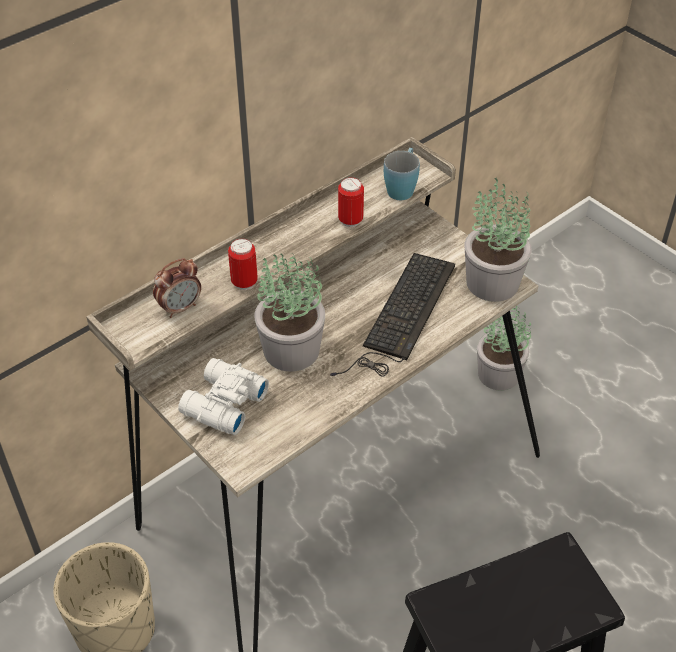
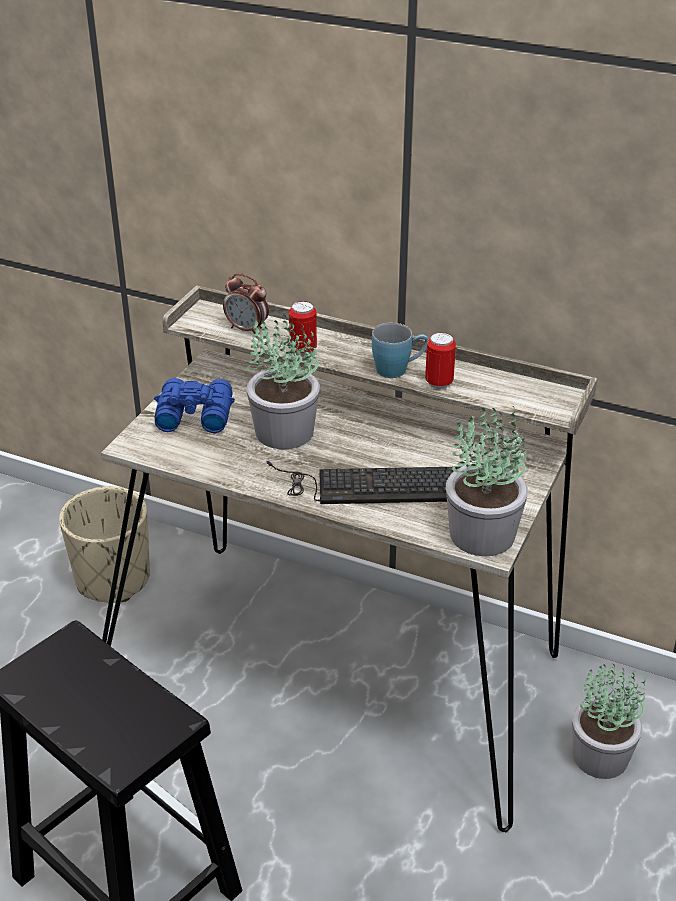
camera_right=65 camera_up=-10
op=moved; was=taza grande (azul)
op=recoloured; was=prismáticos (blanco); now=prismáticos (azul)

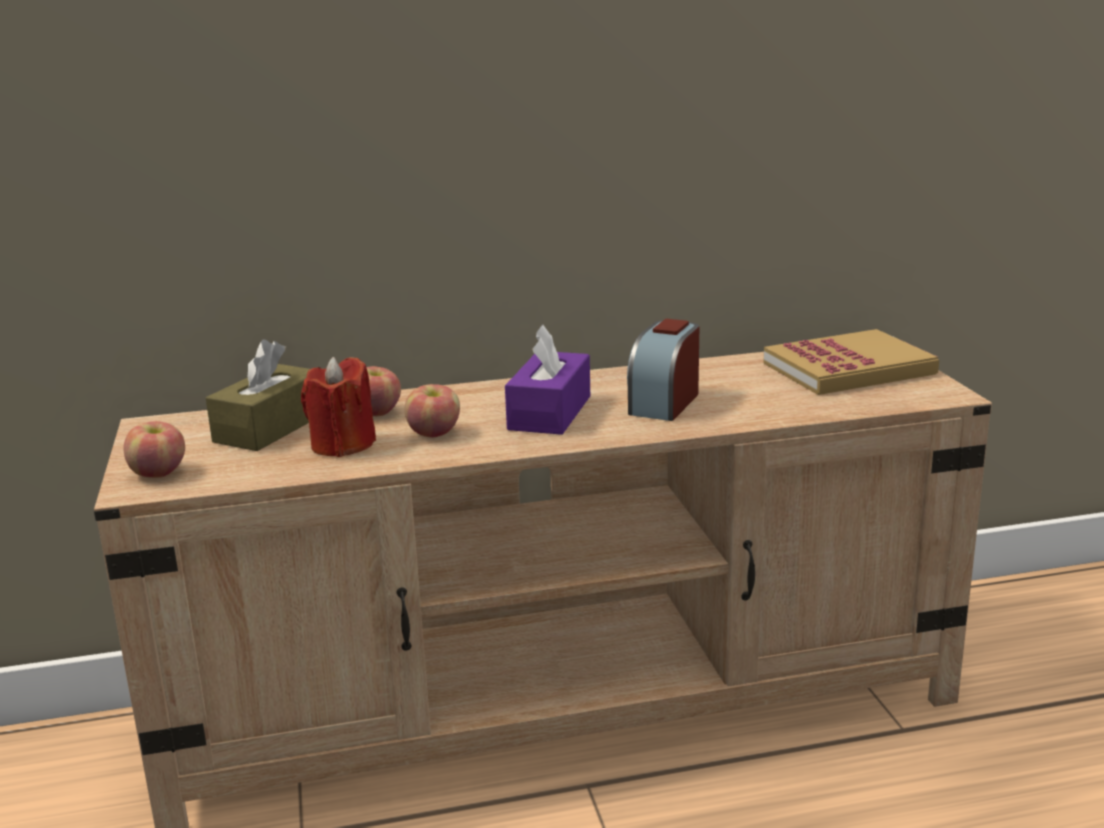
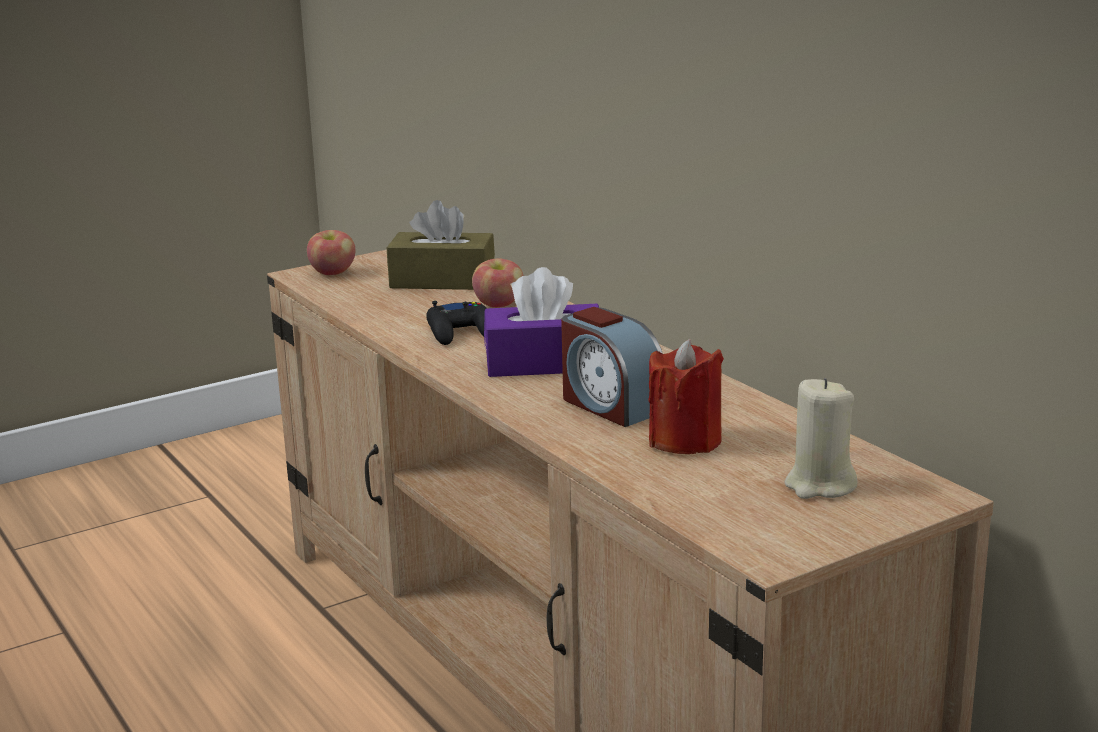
camera_right=70 camera_up=0
op=moved; was=vela (rojo)
op=replaced; was=manzana (3rd from left); now=mando de consola (negro)
op=replaced; was=libro; now=vela (beis)
op=turned; was=despertador; clockwise=-135

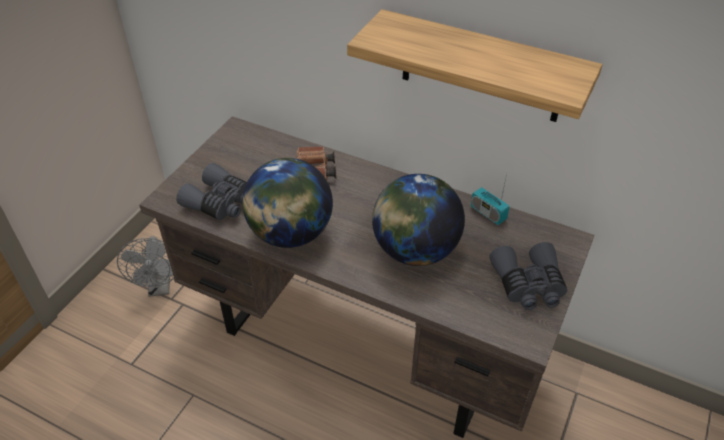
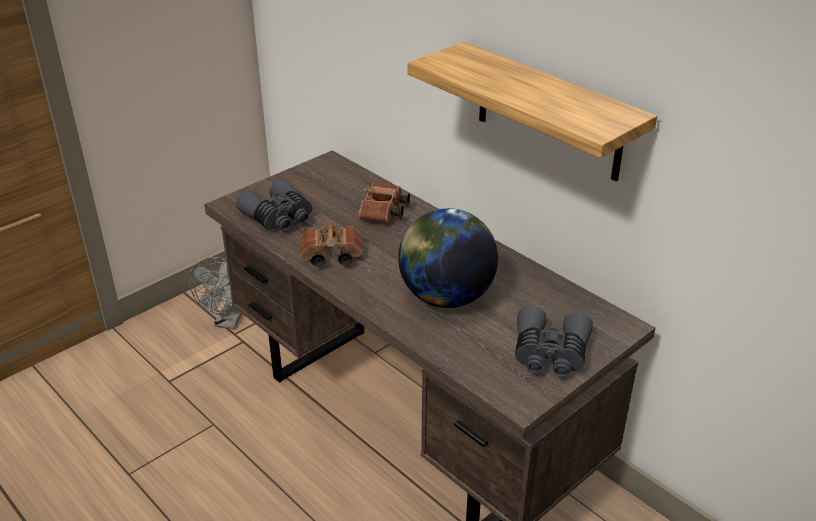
camera_right=20 camera_up=-10
op=removed; was=radio
op=replaced; was=globo terráqueo (1st from left); now=prismáticos (marrón) (1st from left)

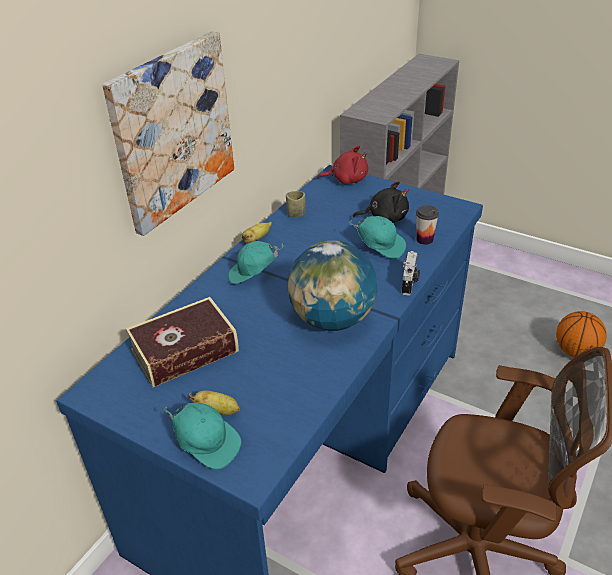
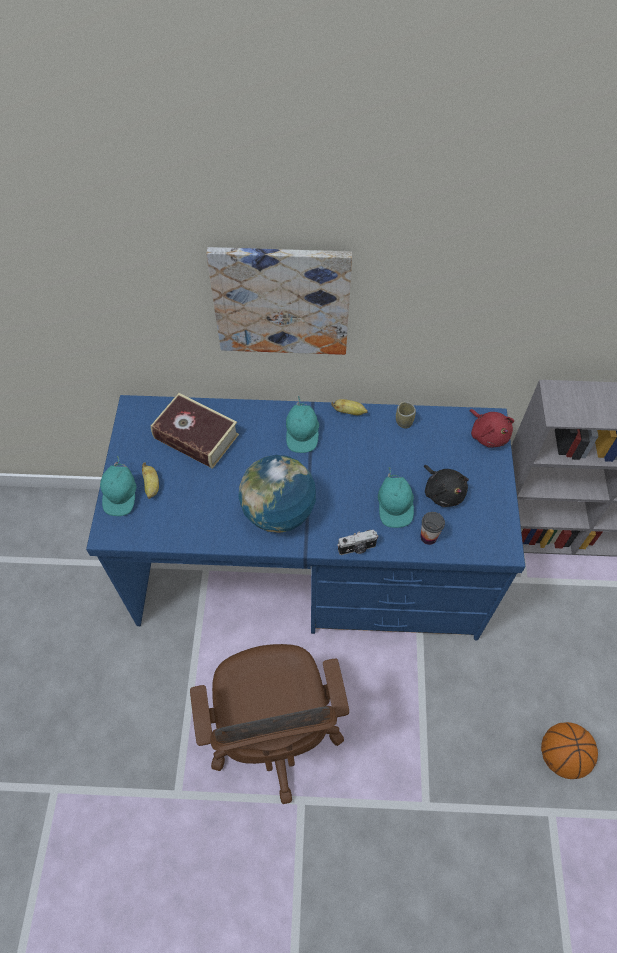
camera_right=60 camera_up=20
op=turned; was=gorra (turquesa) (2nd from left); clockwise=-135

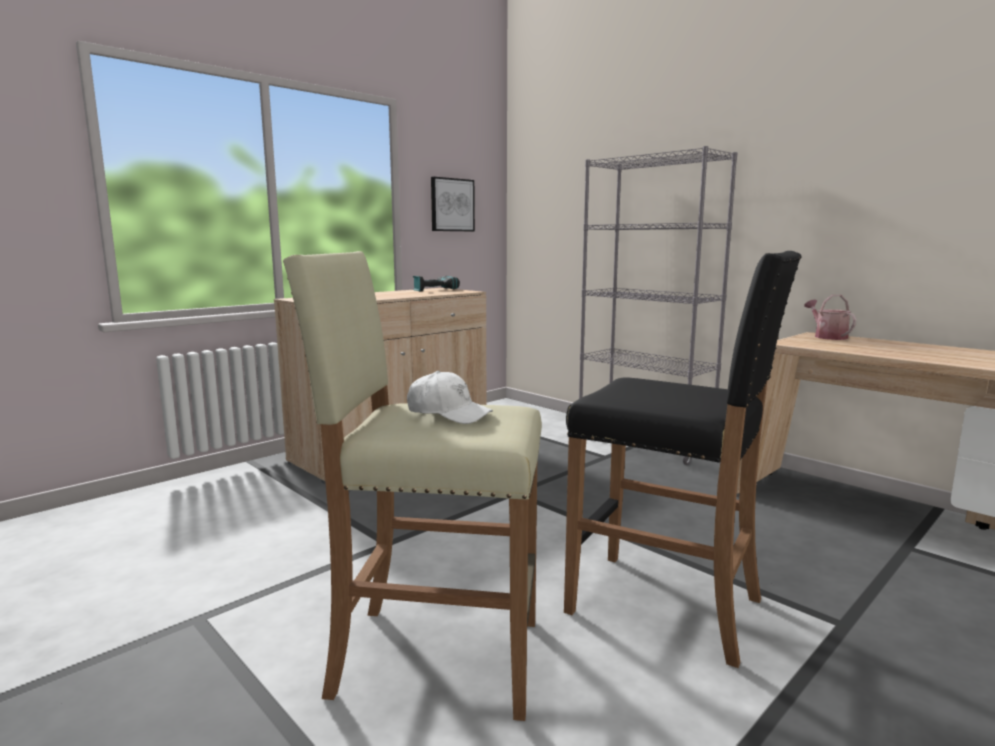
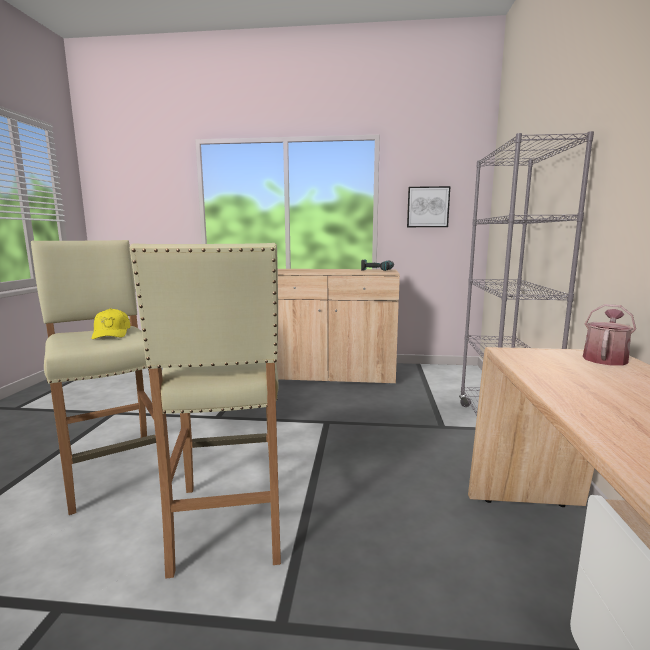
camera_right=50 camera_up=0
op=recoloured; was=gorra (blanco); now=gorra (amarillo)
op=recoloured; was=taburete (negro); now=taburete (beis) (2nd from left)

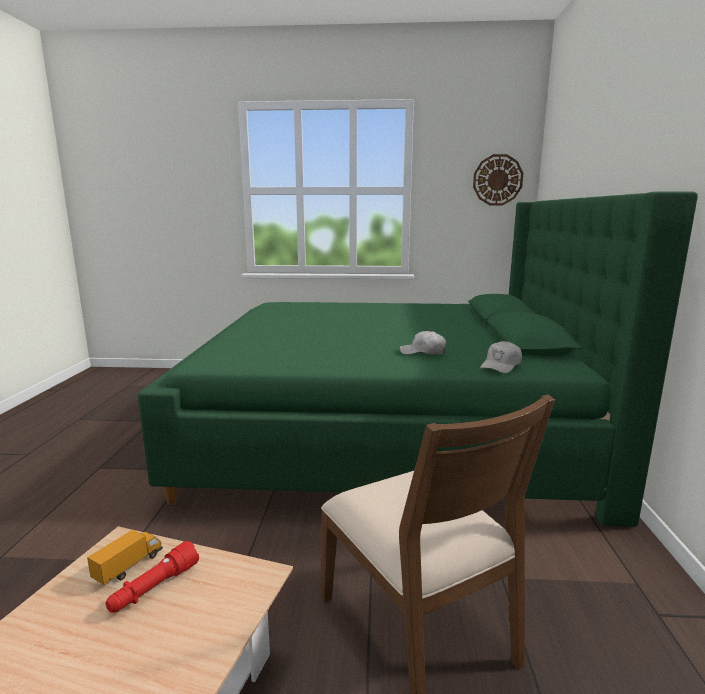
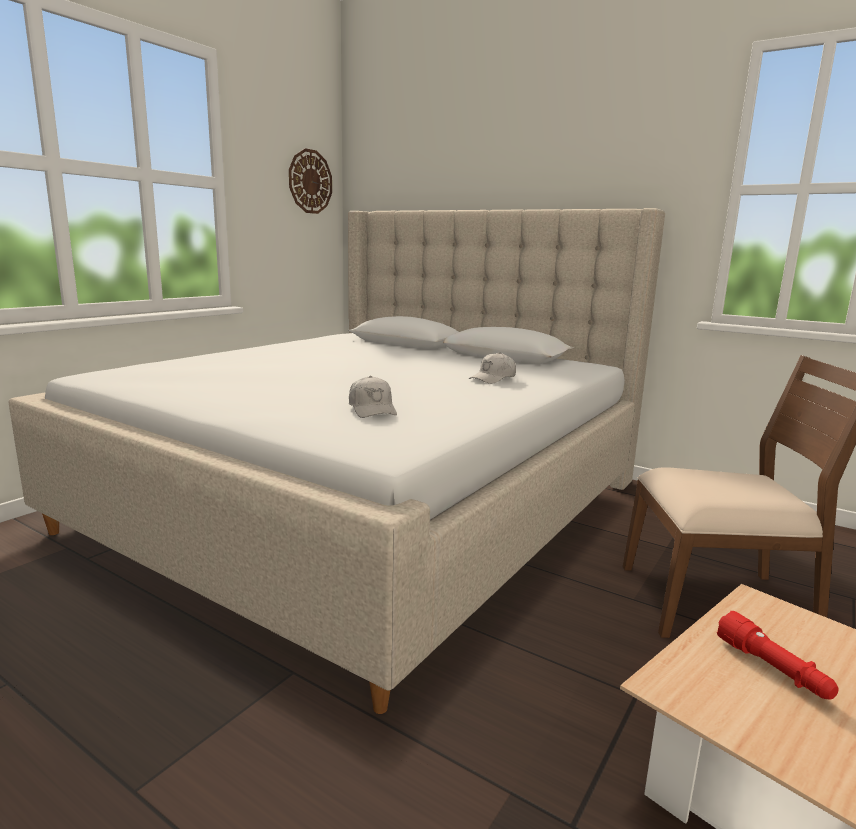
camera_right=-60 camera_up=0
op=removed; was=camión de juguete
op=moved; was=gorra (blanco) (2nd from left in the first image); now=gorra (blanco) (1st from left)
op=recoloured; was=cama (verde); now=cama (beis)

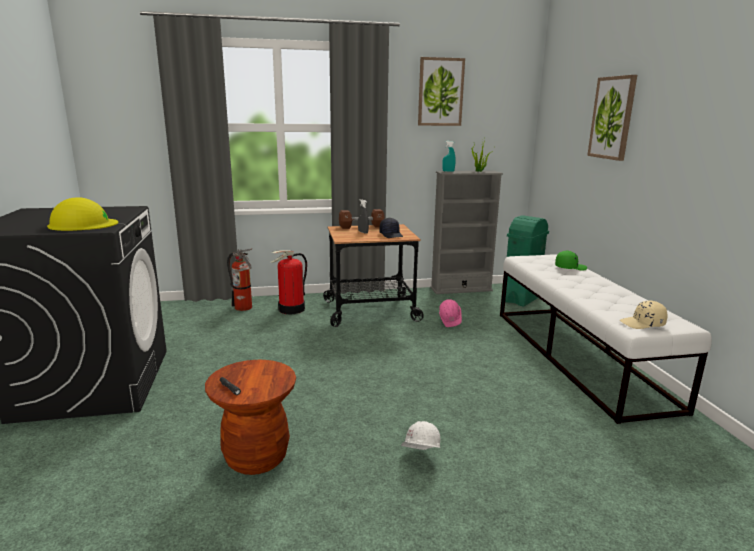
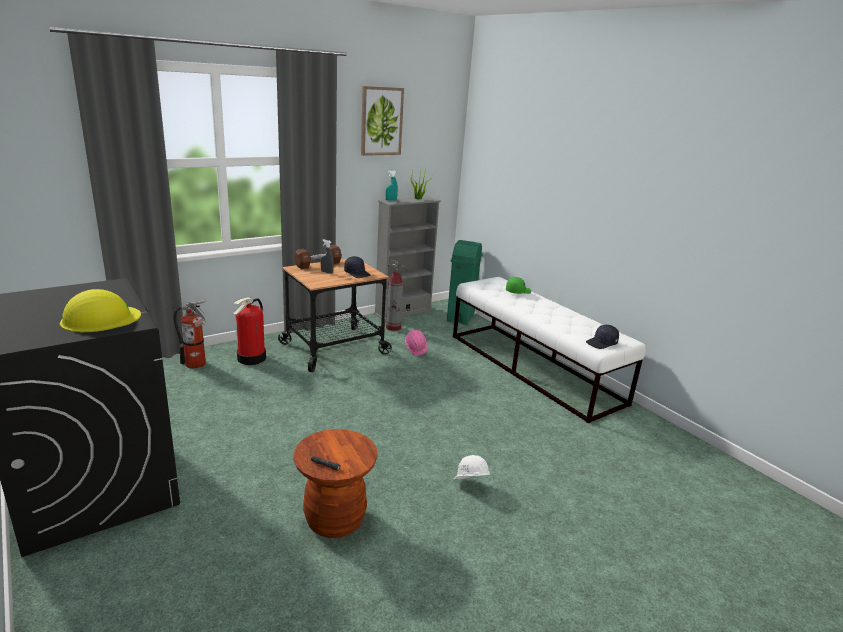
camera_right=-25 camera_up=5
op=removed; was=cuadro (2nd from left)
op=added; now=extintor (3rd from left)
op=recoloured; was=gorra (beis); now=gorra (negro) (2nd from left)

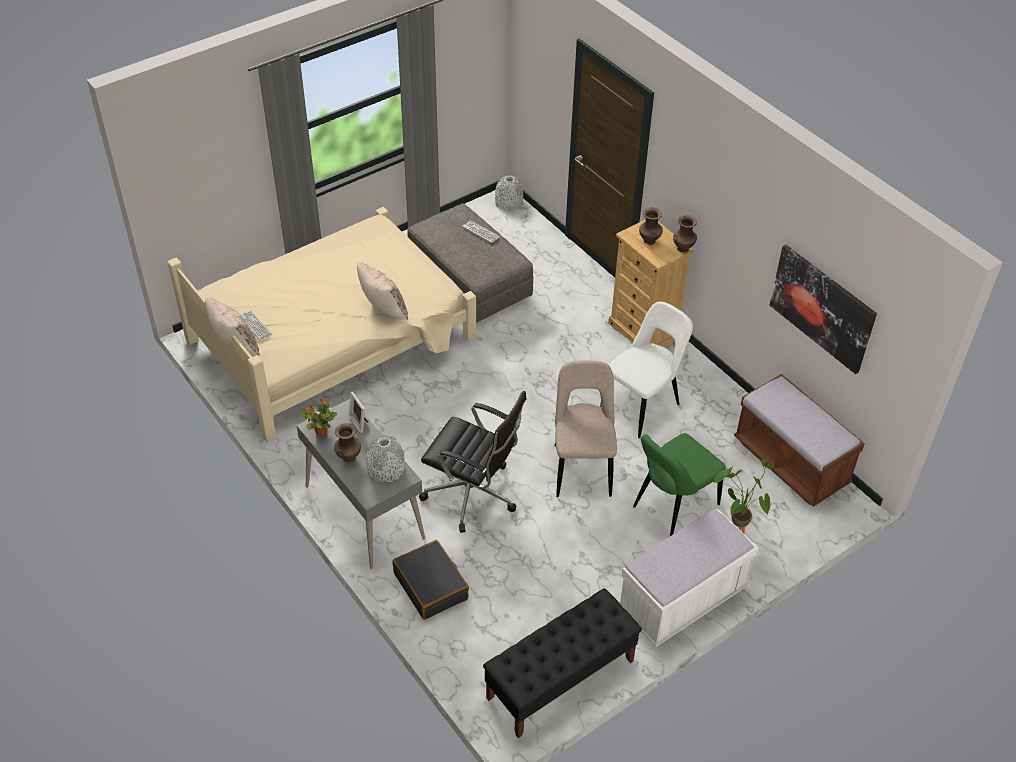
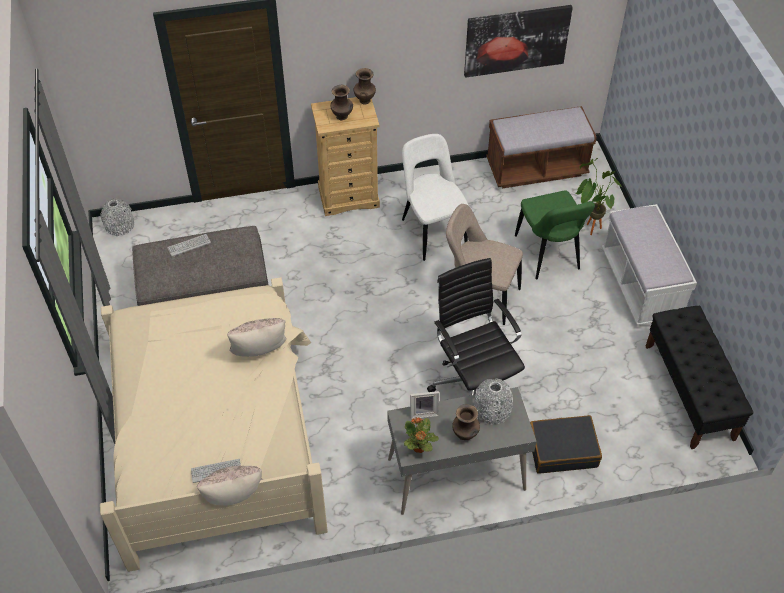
camera_right=-65 camera_up=5
op=turned; was=silla de oficina (negro); clockwise=-75

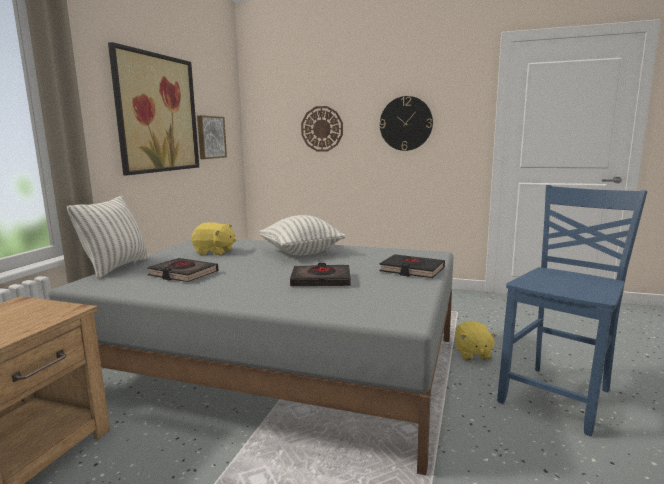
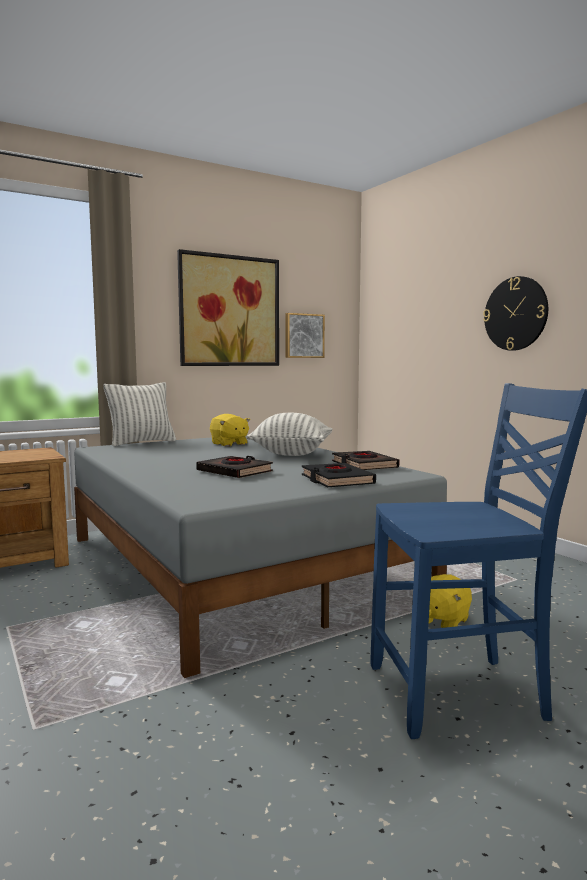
camera_right=40 camera_up=-5
op=removed; was=reloj de pared (1st from left)
op=moved; was=libro (negro) (1st from left in the first image); now=libro (negro) (3rd from left)

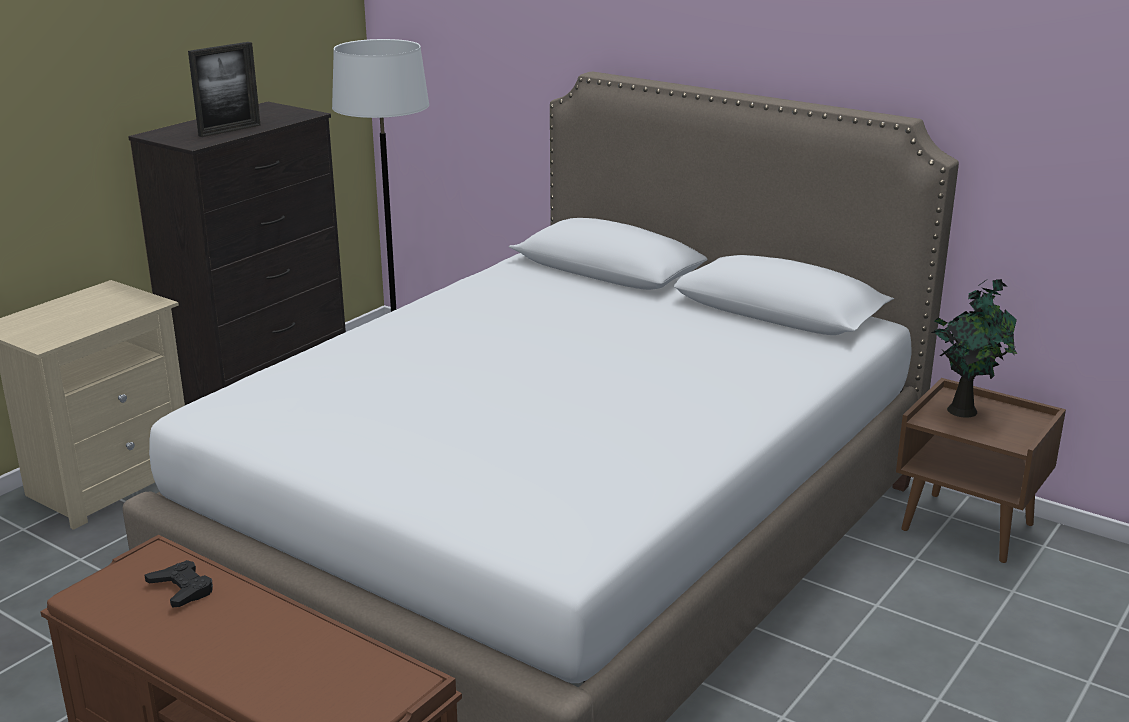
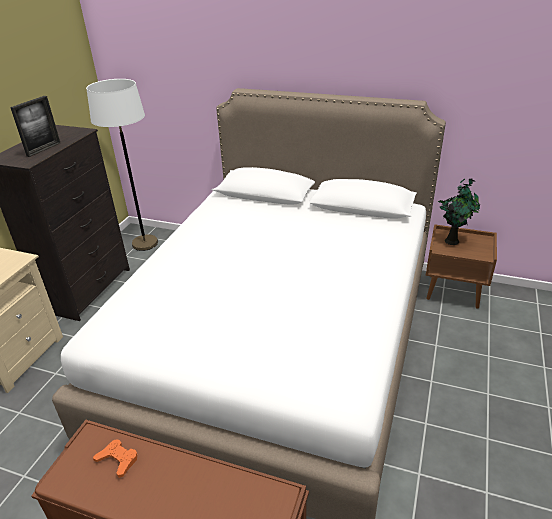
camera_right=-15 camera_up=10
op=recoloured; was=mando de consola (negro); now=mando de consola (naranja)

